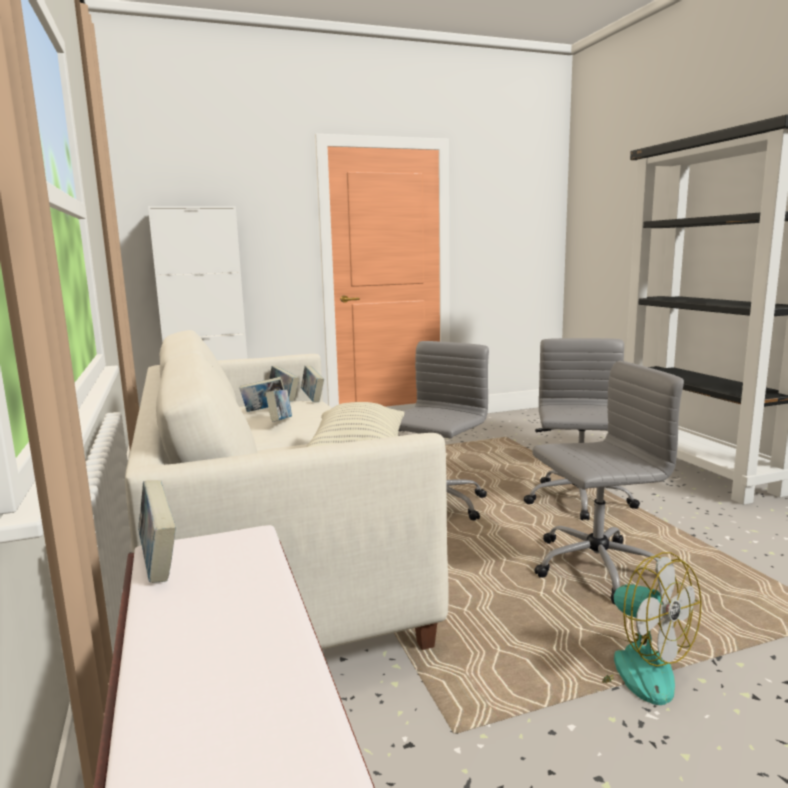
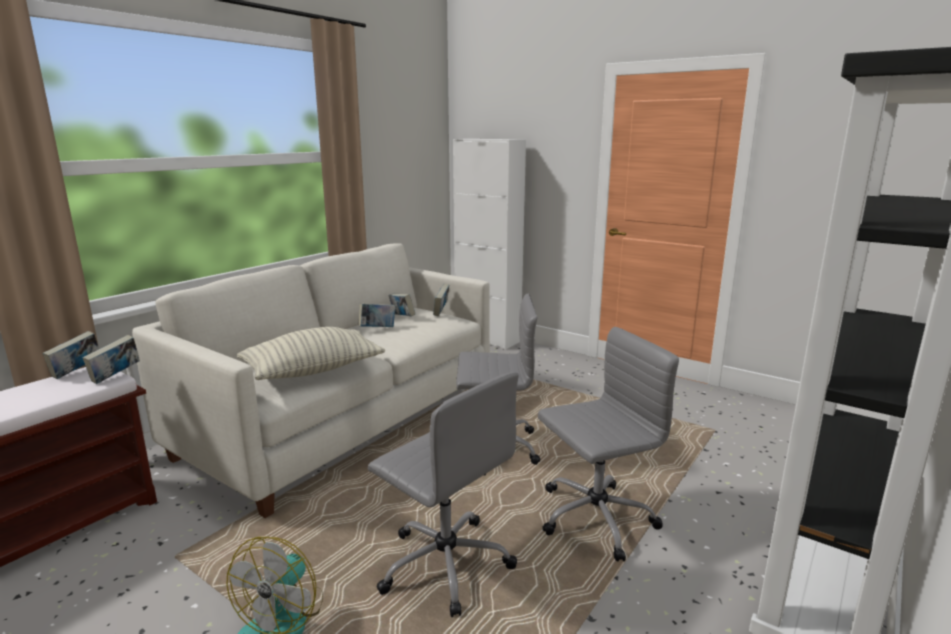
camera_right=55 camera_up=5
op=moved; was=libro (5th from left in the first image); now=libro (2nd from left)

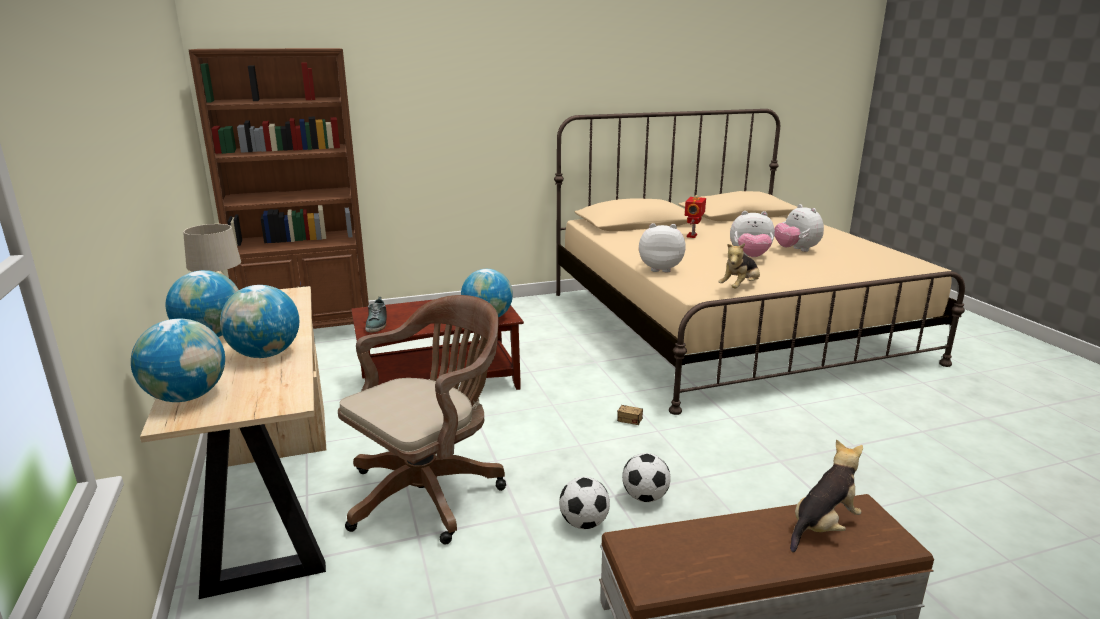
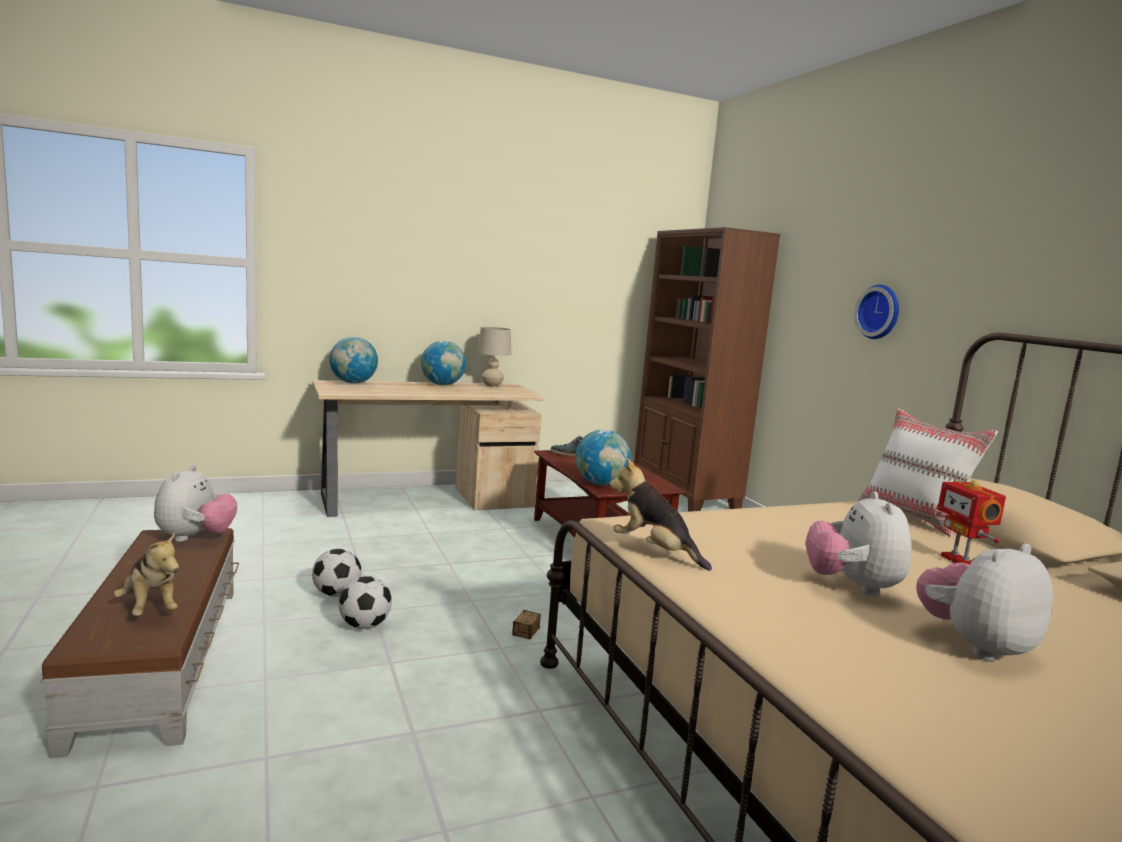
camera_right=85 camera_up=-10
op=removed; was=globo terráqueo (3rd from left)
op=removed; was=silla de oficina (marrón)
op=added; now=reloj de pared
op=added; now=cojín (blanco)
op=moved; was=peluche (1st from left in the first image); now=peluche (2nd from left)
op=turned; was=robot de juguete; clockwise=-120

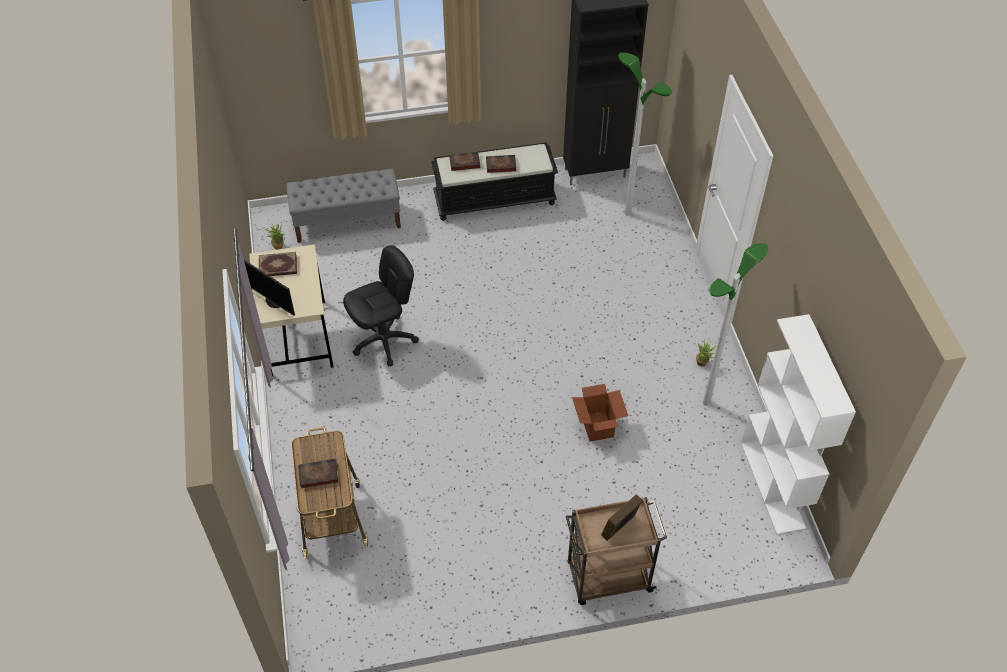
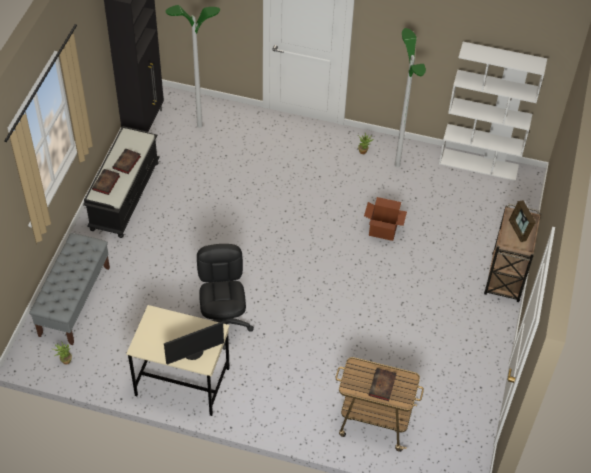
camera_right=-65 camera_up=0
op=removed; was=libro (1st from left)

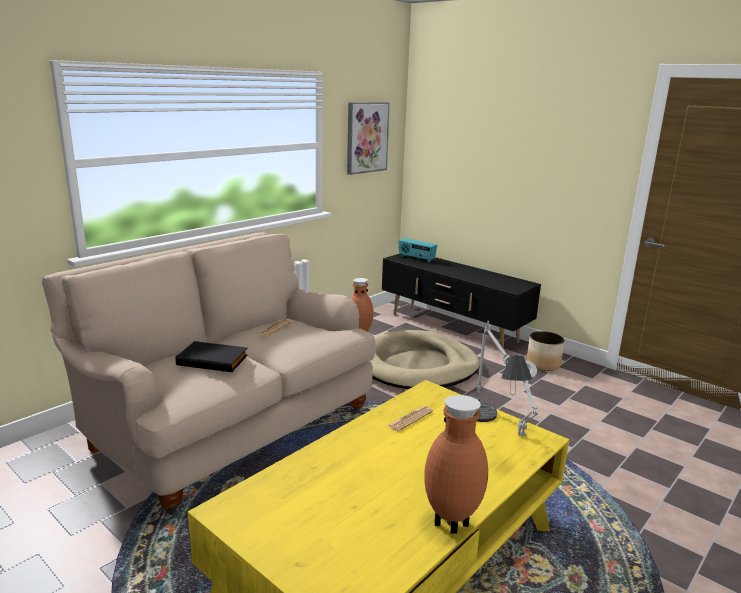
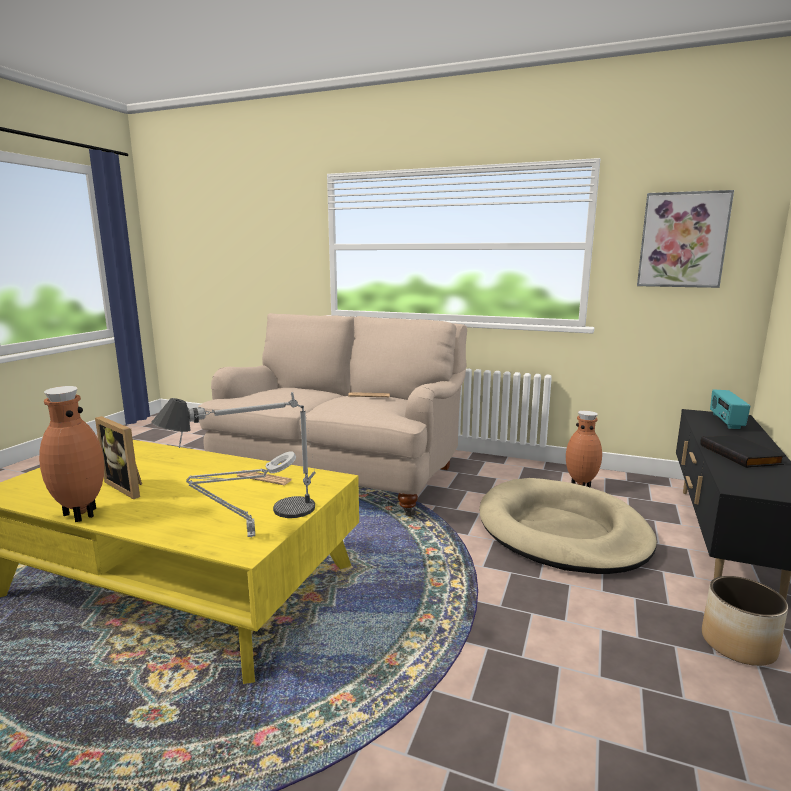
camera_right=70 camera_up=-5
op=added; now=portarretratos
op=moved; was=libro (negro)

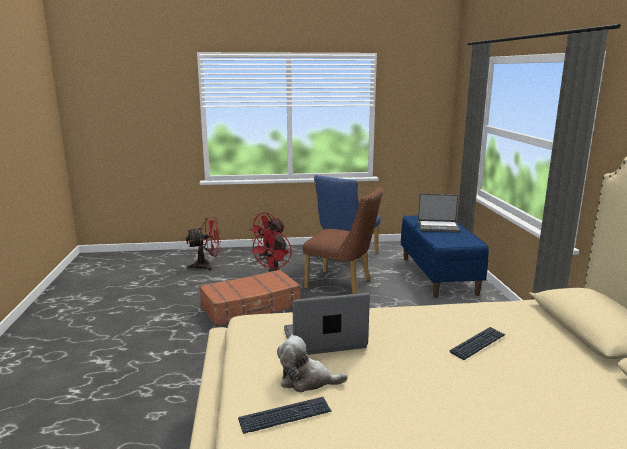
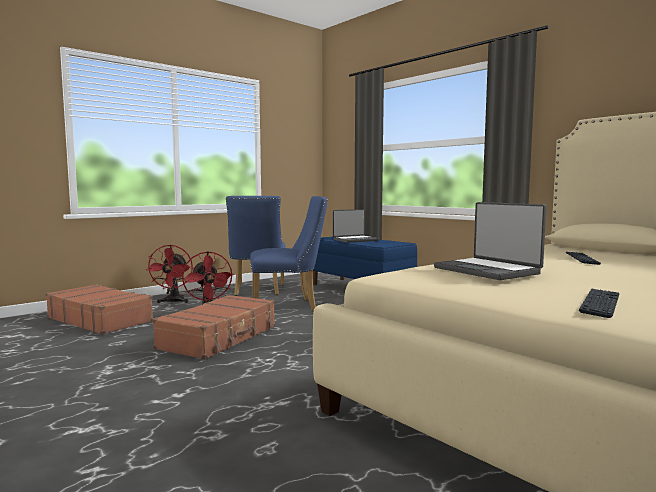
camera_right=-35 camera_up=-10
op=removed; was=peluche
op=replaced; was=ventilador (rojo) (1st from left); now=maleta (marrón) (1st from left)
op=recoloured; was=silla (marrón); now=silla (azul) (2nd from left)
op=turned; was=portátil (1st from left in the first image); clockwise=-75

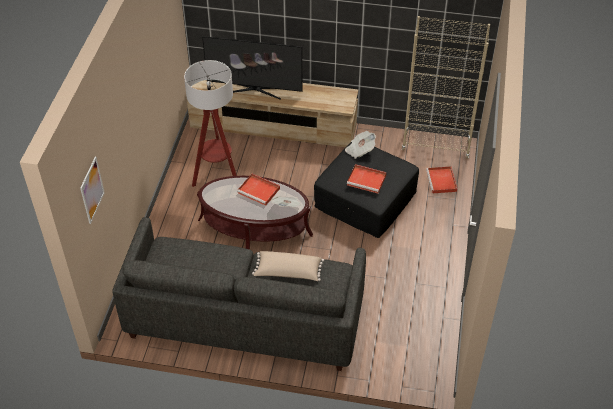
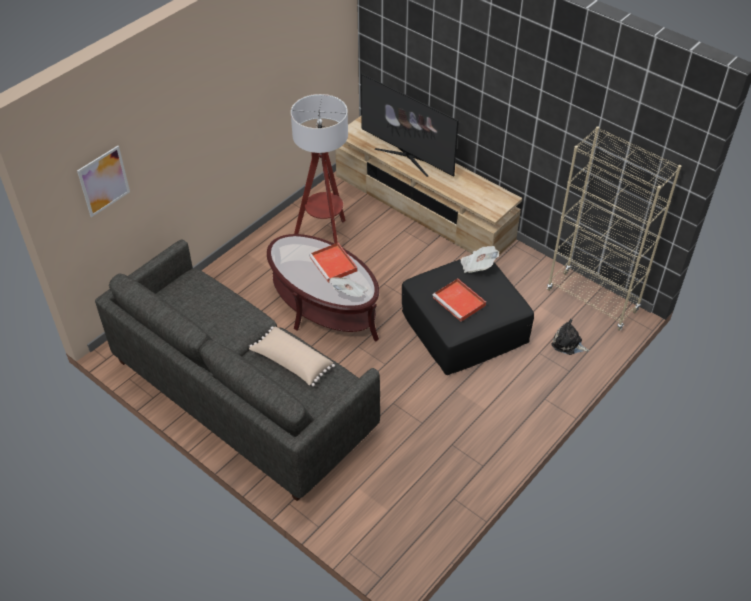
camera_right=30 camera_up=0
op=replaced; was=bandeja (rojo) (3rd from left); now=peluche

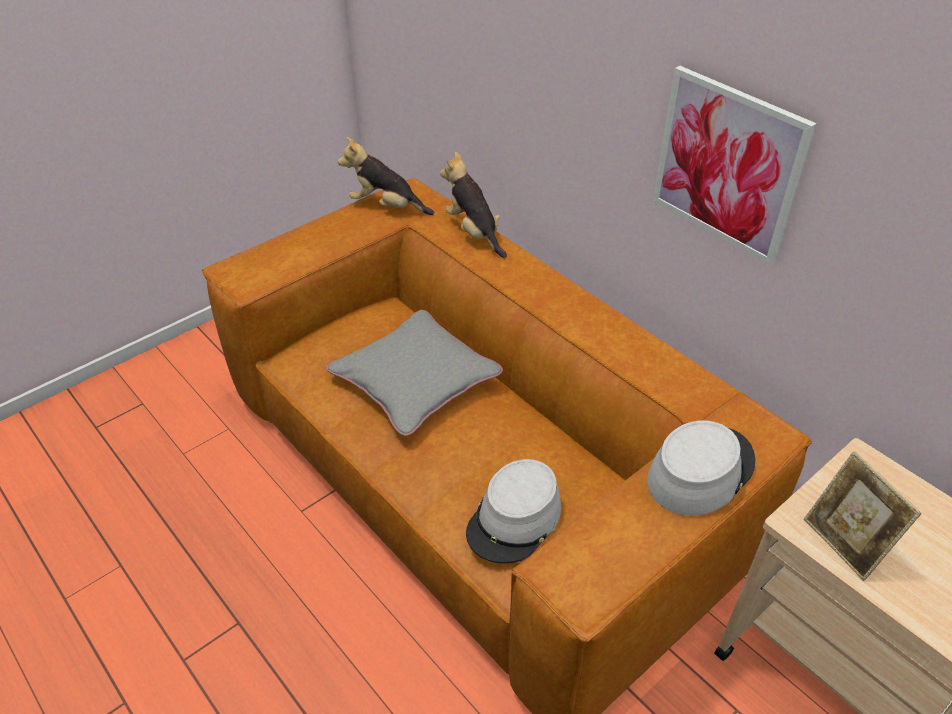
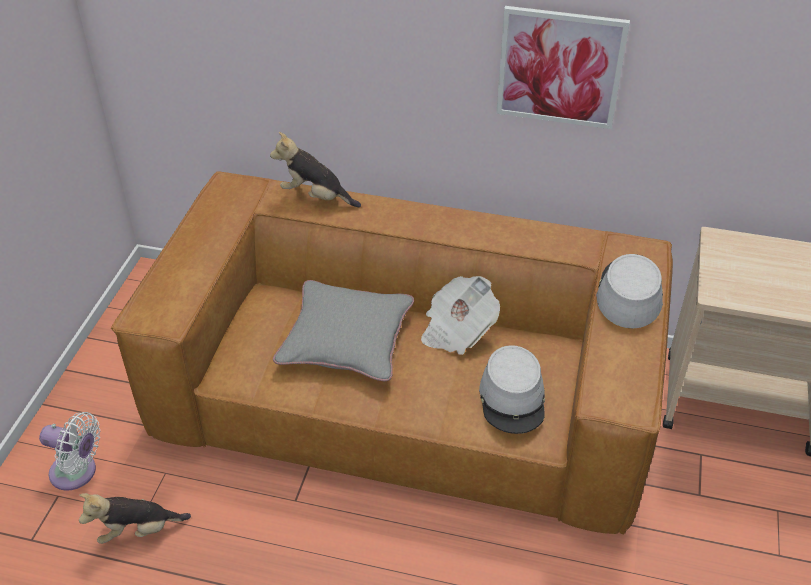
camera_right=-35 camera_up=0
op=removed; was=portarretratos
op=added; now=ventilador (blanco)
op=added; now=periódico
op=moved; was=peluche (1st from left)

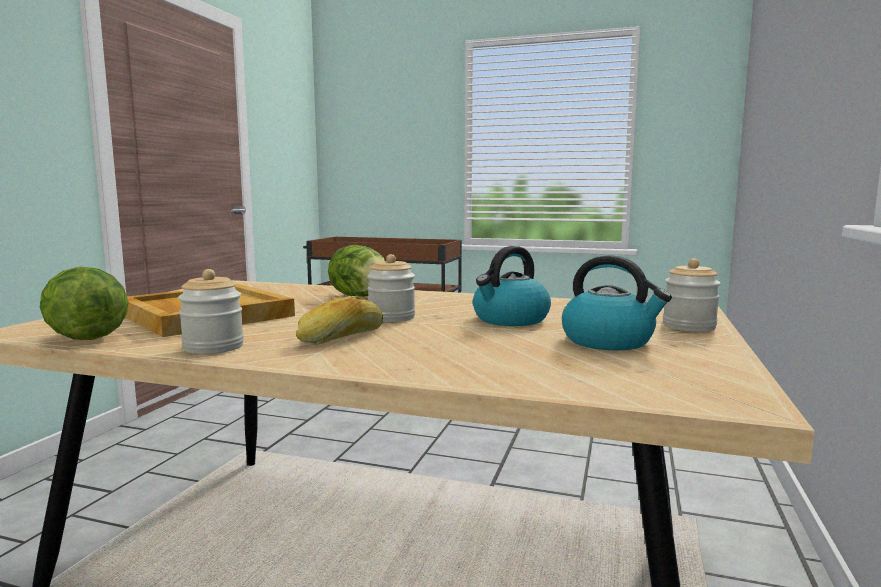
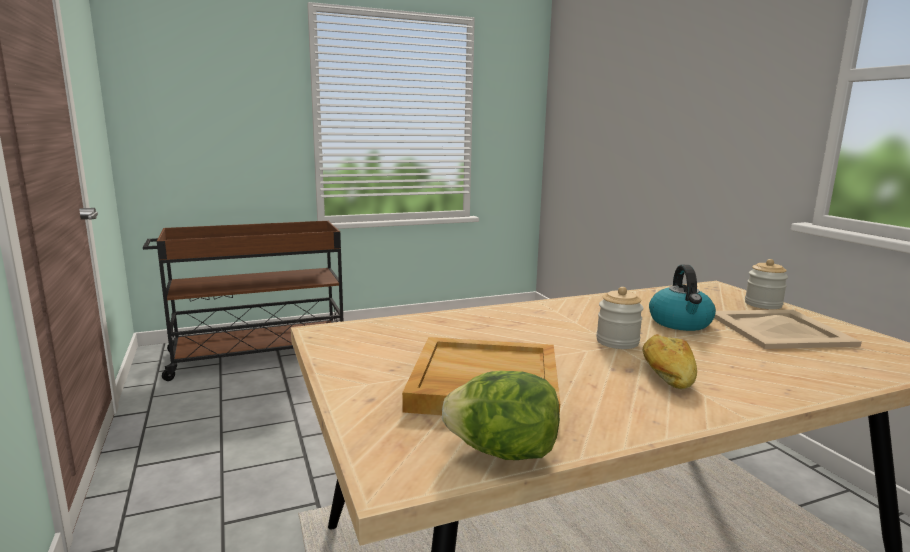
camera_right=-40 camera_up=5
op=removed; was=tarro (1st from left)
op=removed; was=lechuga (2nd from left)
op=replaced; was=hervidor (2nd from left); now=bandeja (beis) (2nd from left)

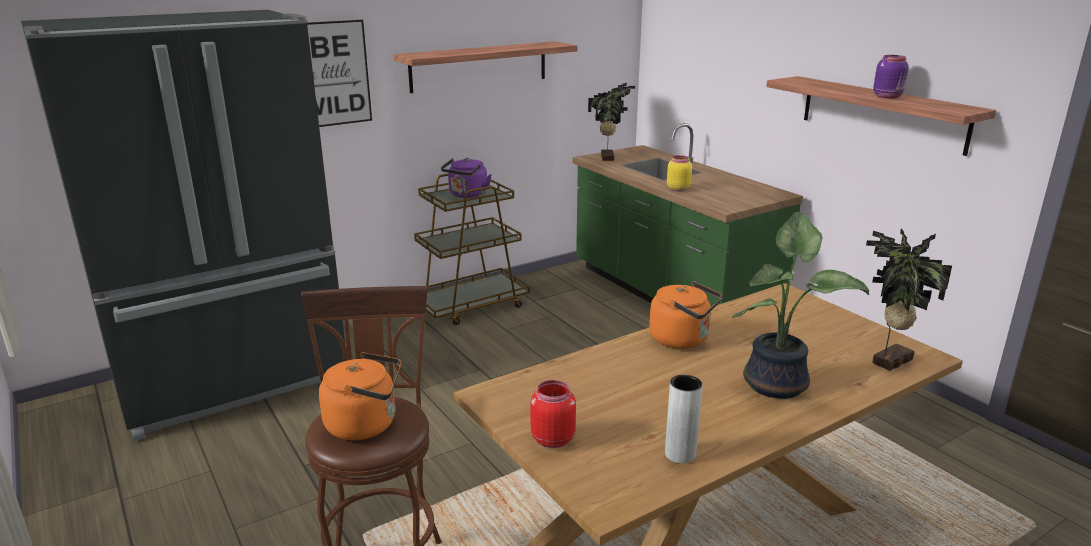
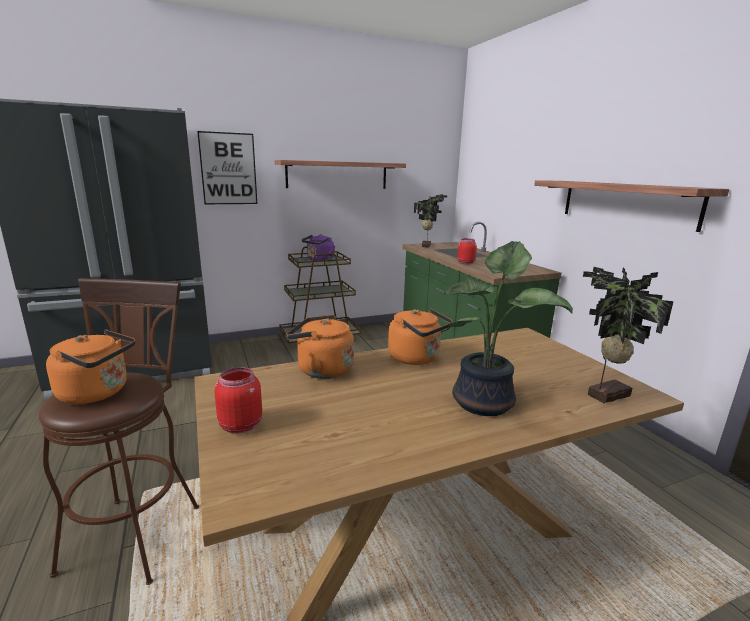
camera_right=10 camera_up=-5
op=removed; was=florero (gris)
op=removed; was=tarro (morado)
op=added; now=hervidor (naranja) (2nd from left)
op=recoloured; was=tarro (amarillo); now=tarro (rojo) (2nd from left)

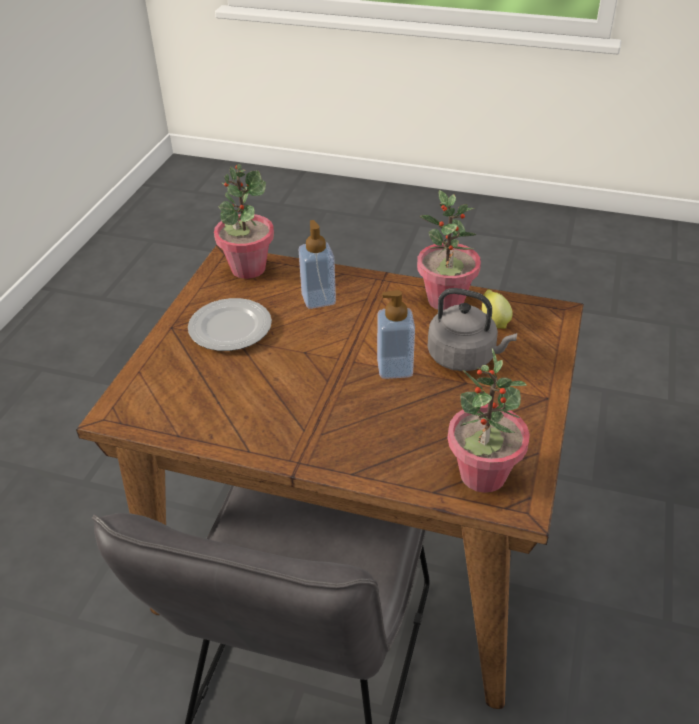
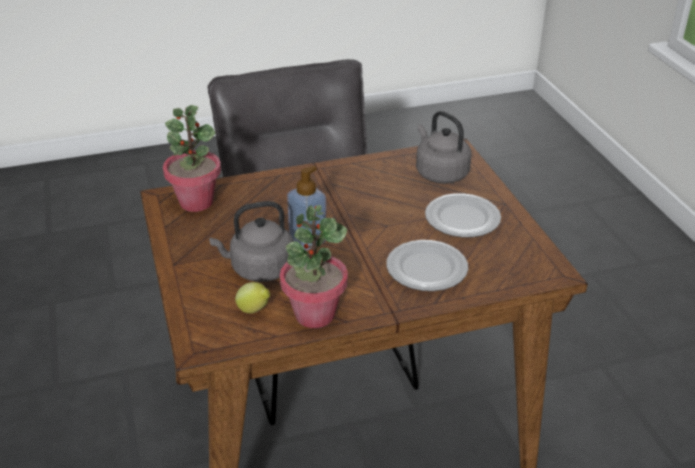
camera_right=145 camera_up=-5
op=removed; was=planta en maceta (1st from left)
op=added; now=hervidor (gris) (2nd from left)
op=replaced; was=dispensador de jabón (1st from left); now=plato (1st from left)

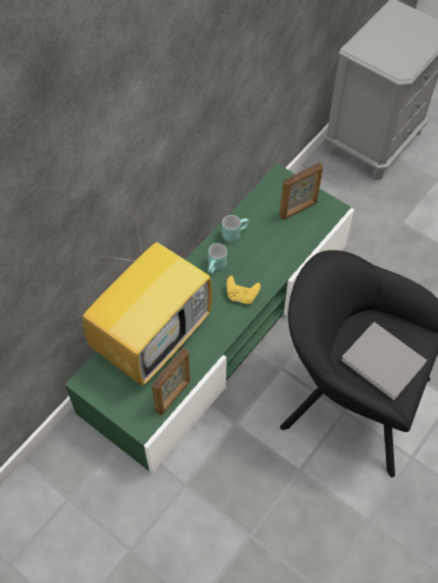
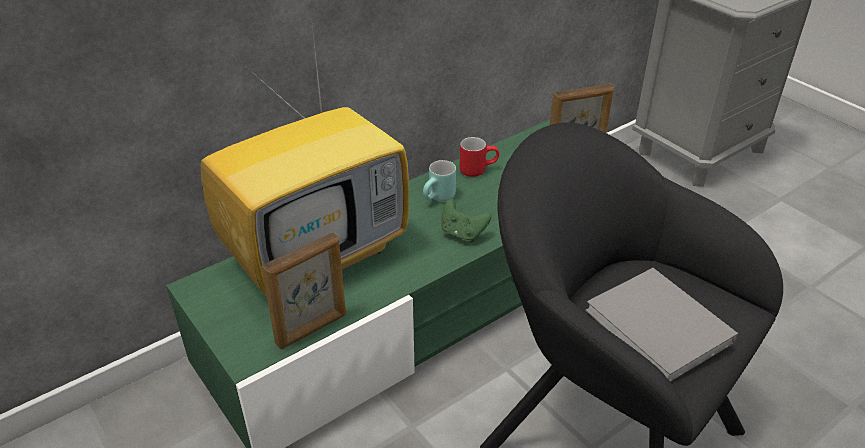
camera_right=15 camera_up=-20
op=recoloured; was=taza grande (turquesa) (2nd from left); now=taza grande (rojo)
op=recoloured; was=mando de consola (amarillo); now=mando de consola (verde)

